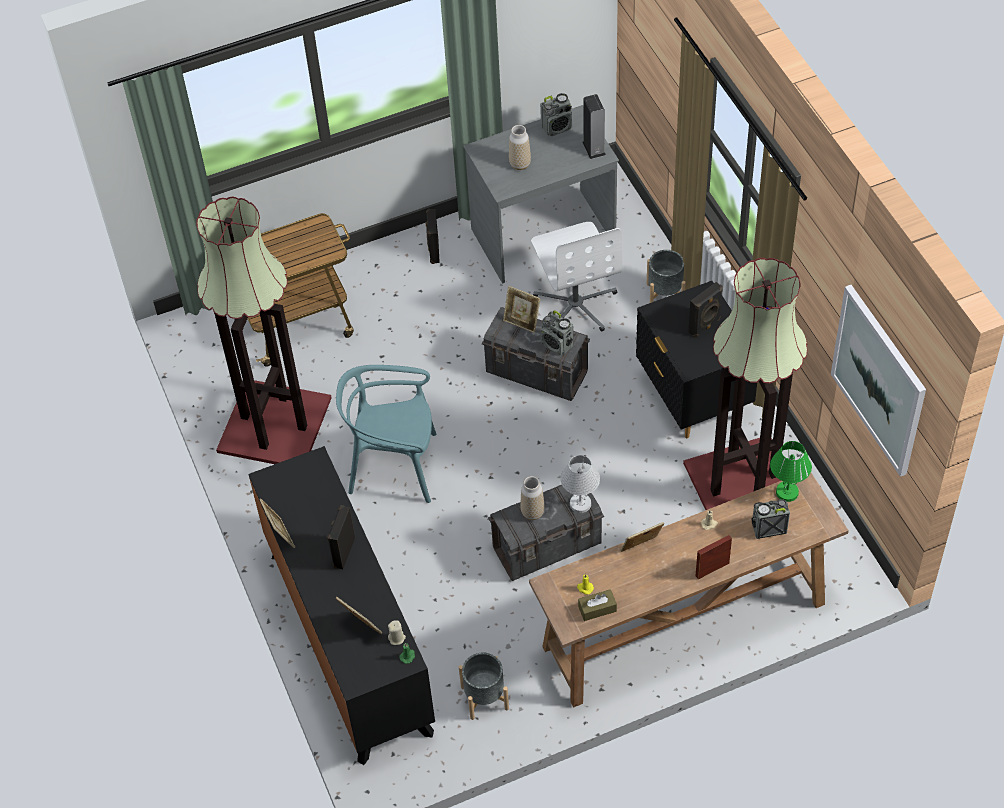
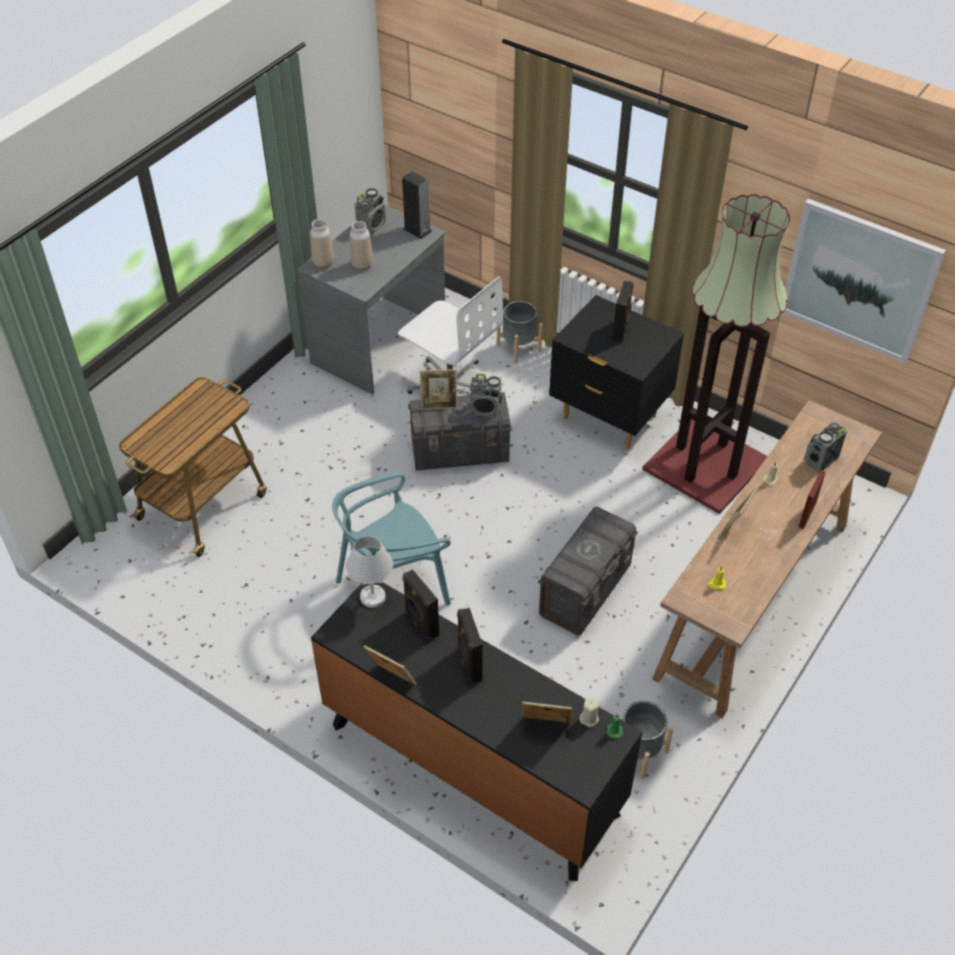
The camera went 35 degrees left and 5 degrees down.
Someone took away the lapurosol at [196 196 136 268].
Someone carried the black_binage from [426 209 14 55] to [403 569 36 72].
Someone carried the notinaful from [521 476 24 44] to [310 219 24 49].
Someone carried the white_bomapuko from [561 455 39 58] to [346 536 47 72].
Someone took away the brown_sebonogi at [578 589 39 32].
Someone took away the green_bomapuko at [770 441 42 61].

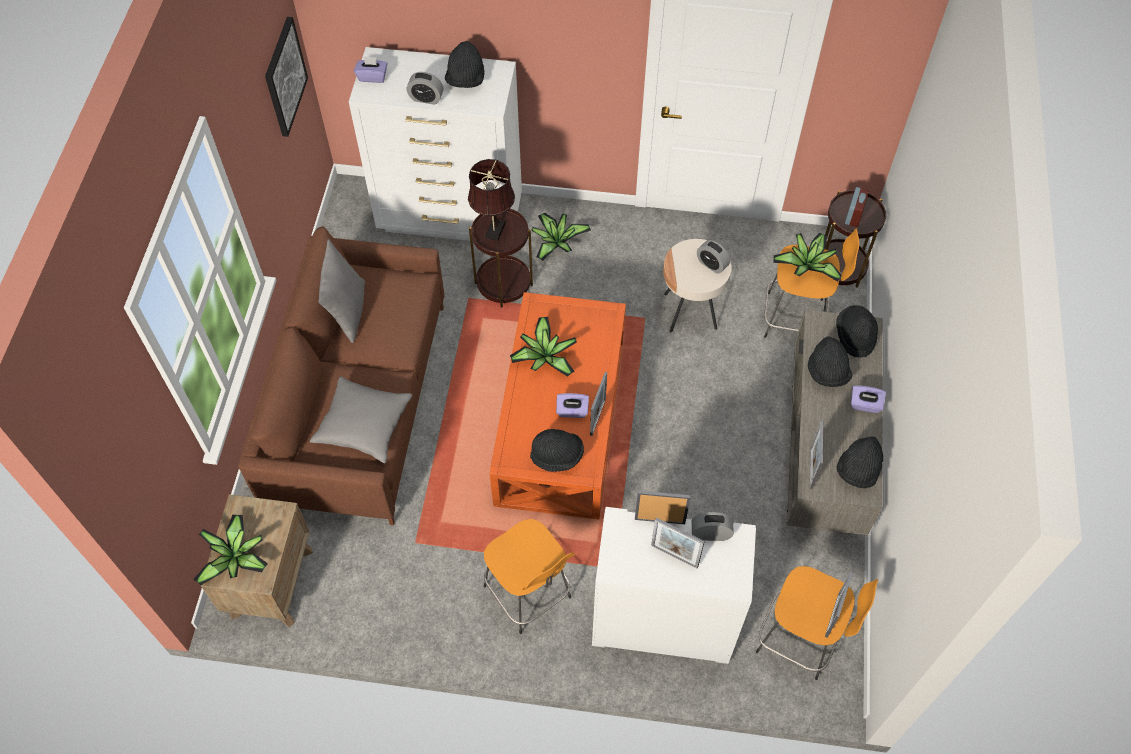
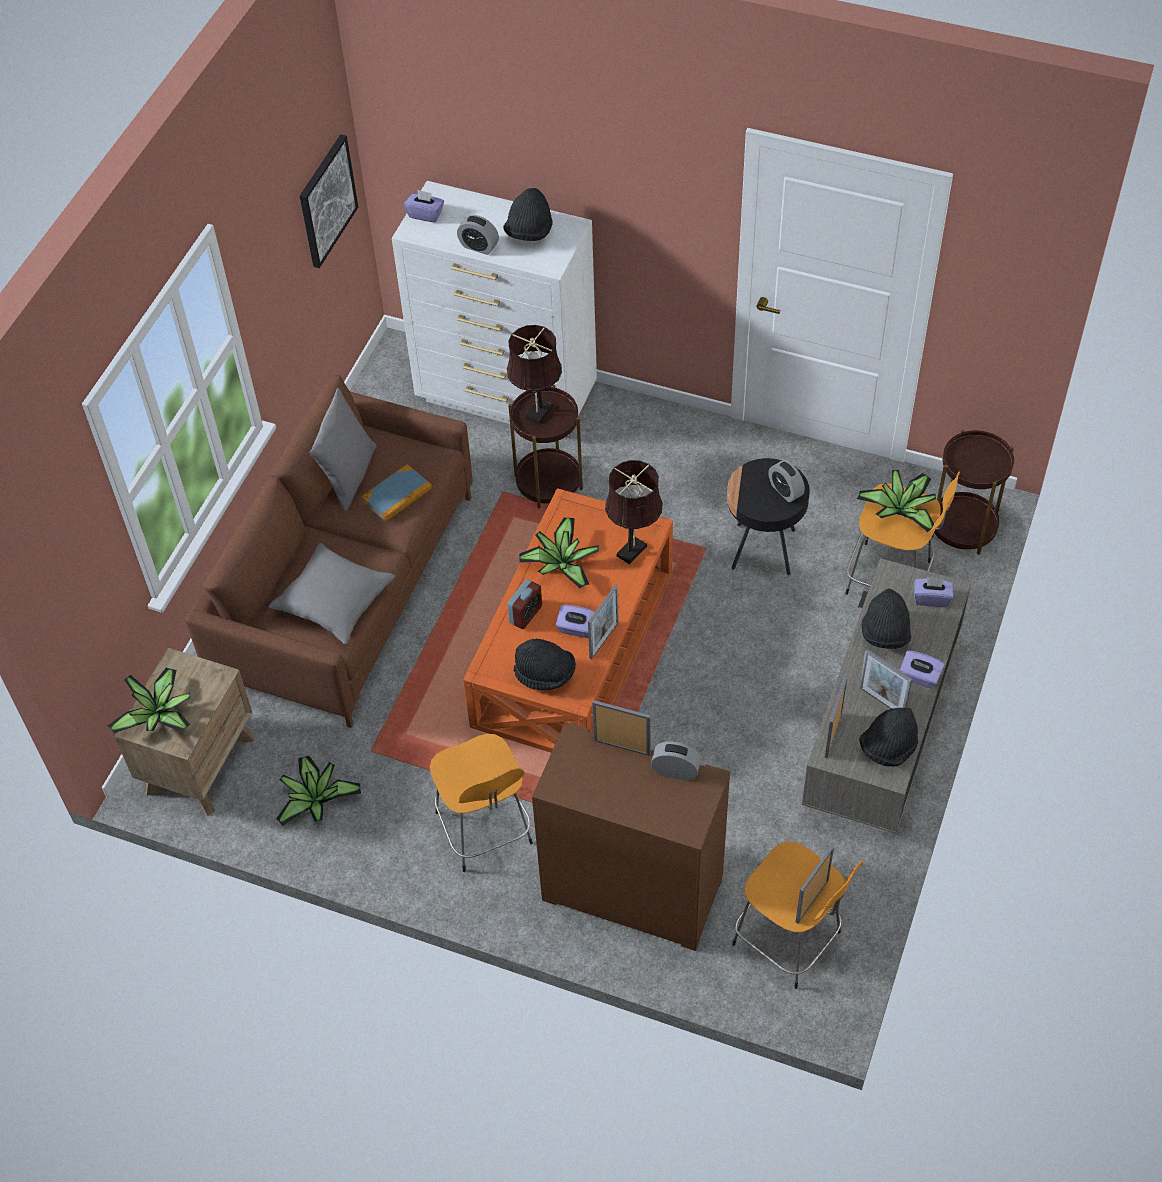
The camera went 15 degrees right and 5 degrees down.
Someone carried the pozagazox from [531 213 60 48] to [276 756 85 70].
Someone repainted the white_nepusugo at [592 507 164 157], which became the brown_nepusugo at [532 722 198 229].
Someone carried the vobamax from [651 518 54 50] to [859 649 53 60].
Someone repainted the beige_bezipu at [663 239 69 93], which became the black_bezipu at [727 458 83 117].
Someone swapped the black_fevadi at [836 305 42 53] for the purple_sebonogi at [914 577 39 30].
Someone carried the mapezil from [845 187 24 40] to [508 579 34 50].
Someone put down the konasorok at [361 464 71 58].
Someone put down the brown_bomapuko at [605 460 58 104].

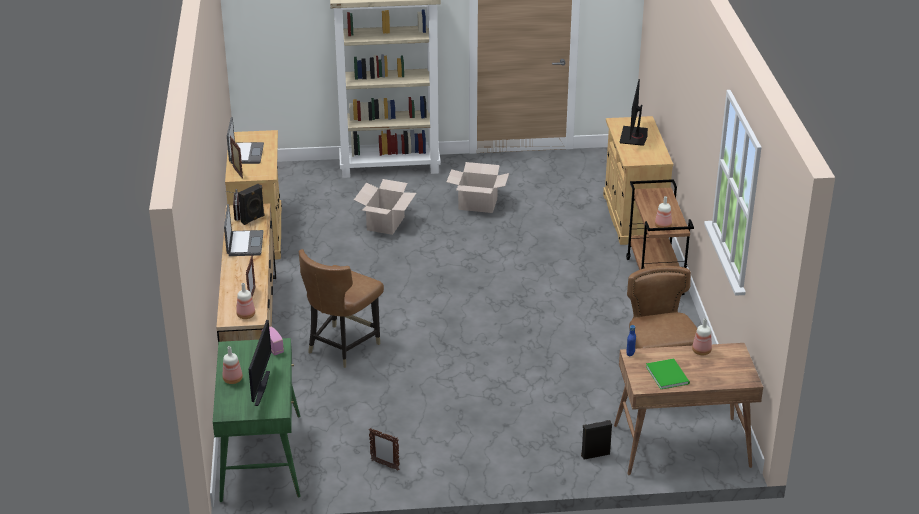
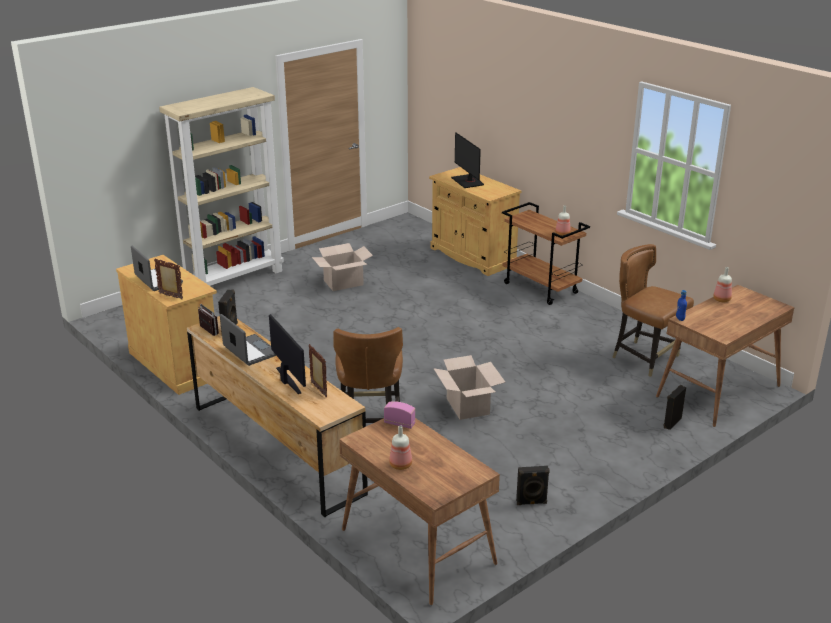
The camera went 35 degrees left and 5 degrees down.
Someone repainted the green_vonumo at [213 338 88 164], which became the brown_vonumo at [339 418 161 187].
Someone took away the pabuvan at [236 283 19 36].
Someone carried the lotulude from [249 320 22 86] to [269 314 37 80].
Someone carried the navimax from [354 179 62 56] to [433 355 72 65].
Someone swapped the vobamax at [369 428 31 43] for the black_binage at [516 466 34 39].
Someone took away the green_konasorok at [646 358 44 31].

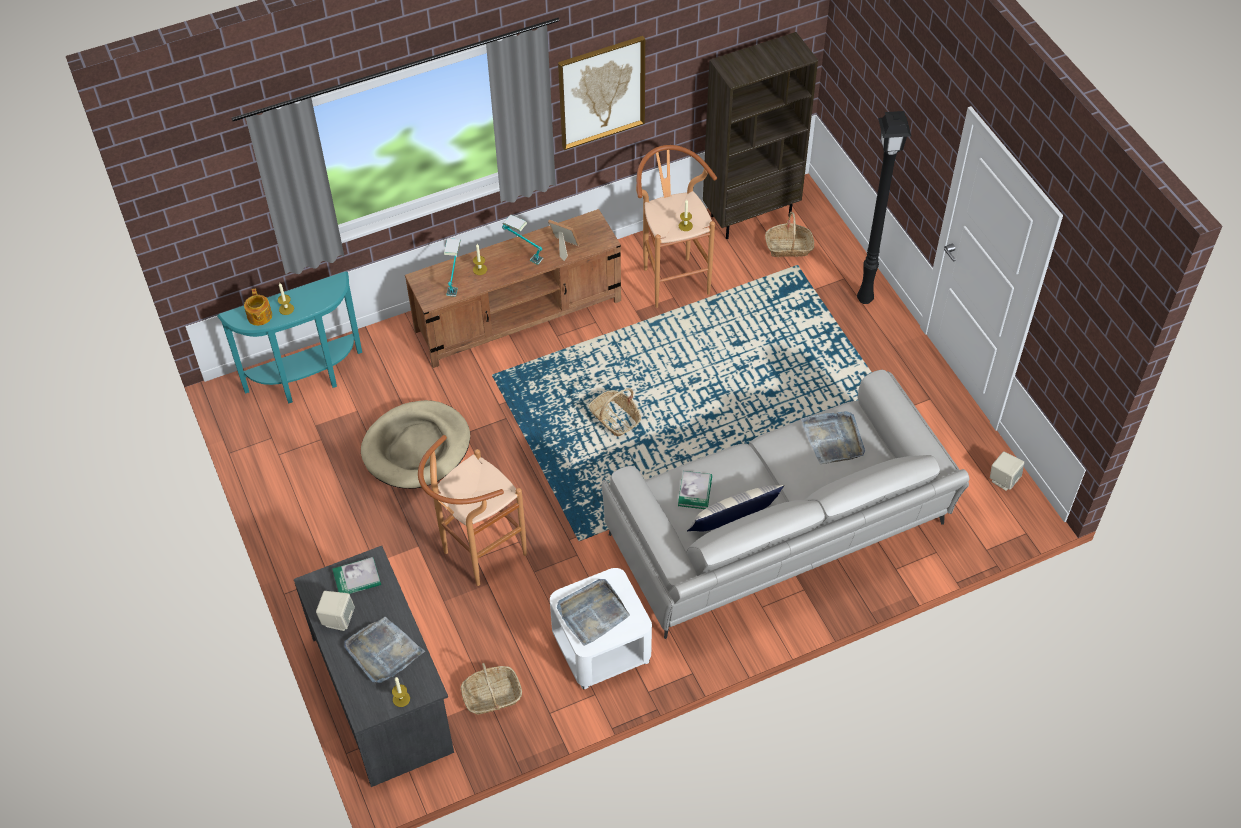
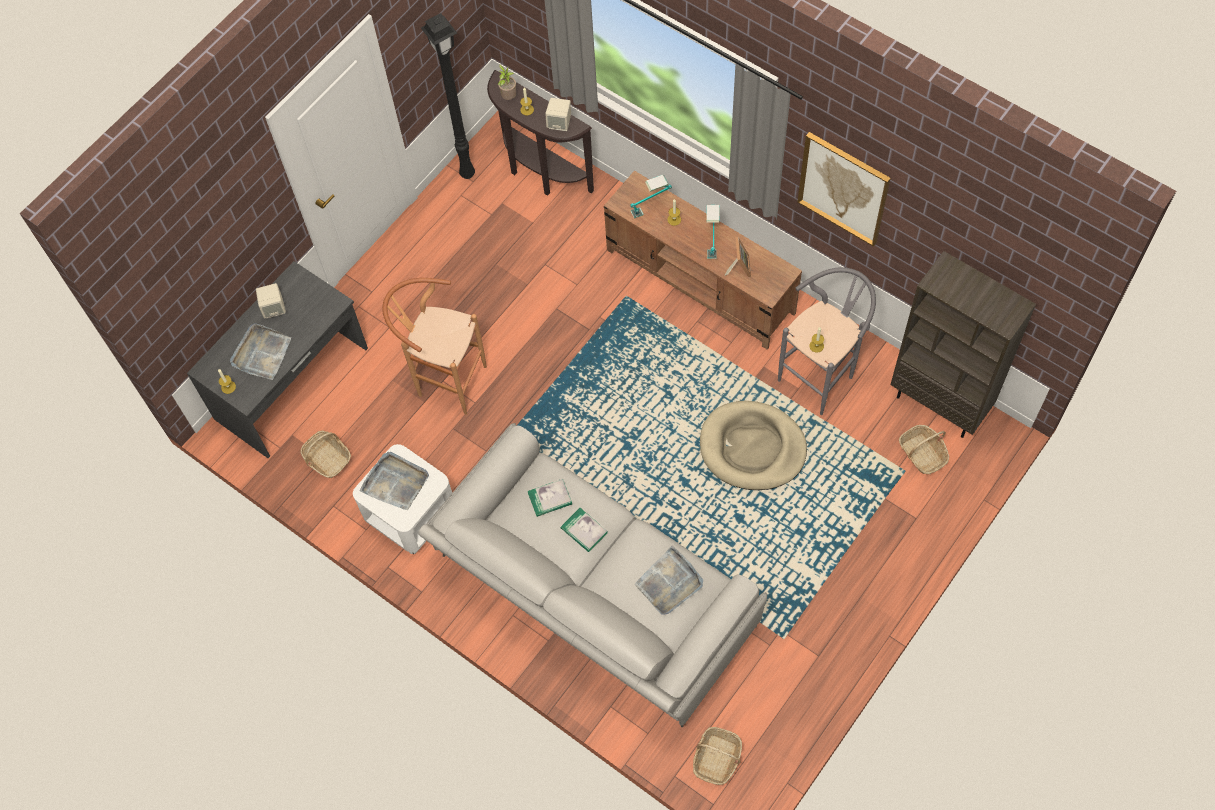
The camera went 65 degrees right and 10 degrees up.
Someone repainted the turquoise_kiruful at [217 271 145 133], which became the brown_kiruful at [487 70 107 126].
Someone swapped the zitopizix at [244 289 28 37] for the pozagazox at [498 64 18 36].
Someone carried the konasorok from [332 557 49 37] to [561 508 47 44].
Someone carried the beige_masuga from [361 400 109 89] to [700 401 107 89].
Someone carried the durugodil from [589 388 52 48] to [693 727 49 58].
Someone repainted the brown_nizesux at [636 145 81 163], which became the grey_nizesux at [778 267 98 148].
Someone took away the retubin at [687 485 97 47].
Someone carried the black_lapurosol from [857 111 54 193] to [421 13 54 166].
Someone carried the beige_binage from [990 451 34 40] to [545 98 26 33].

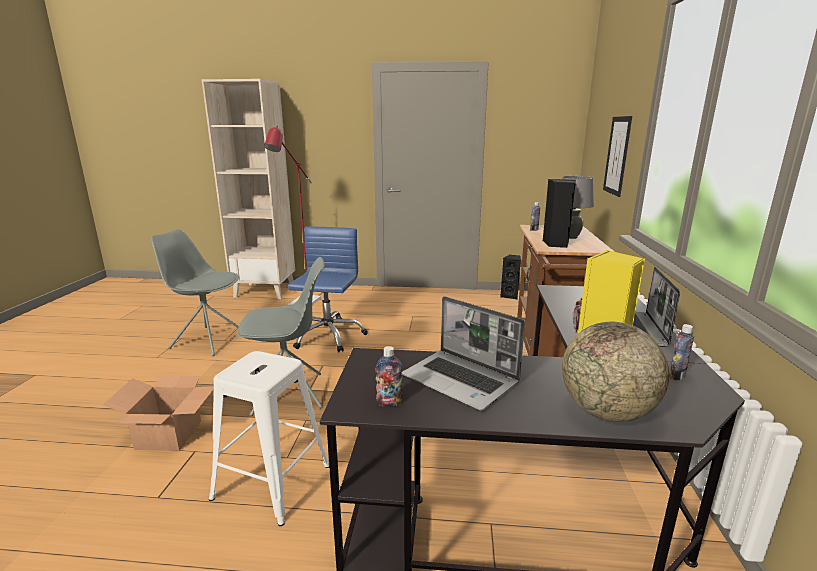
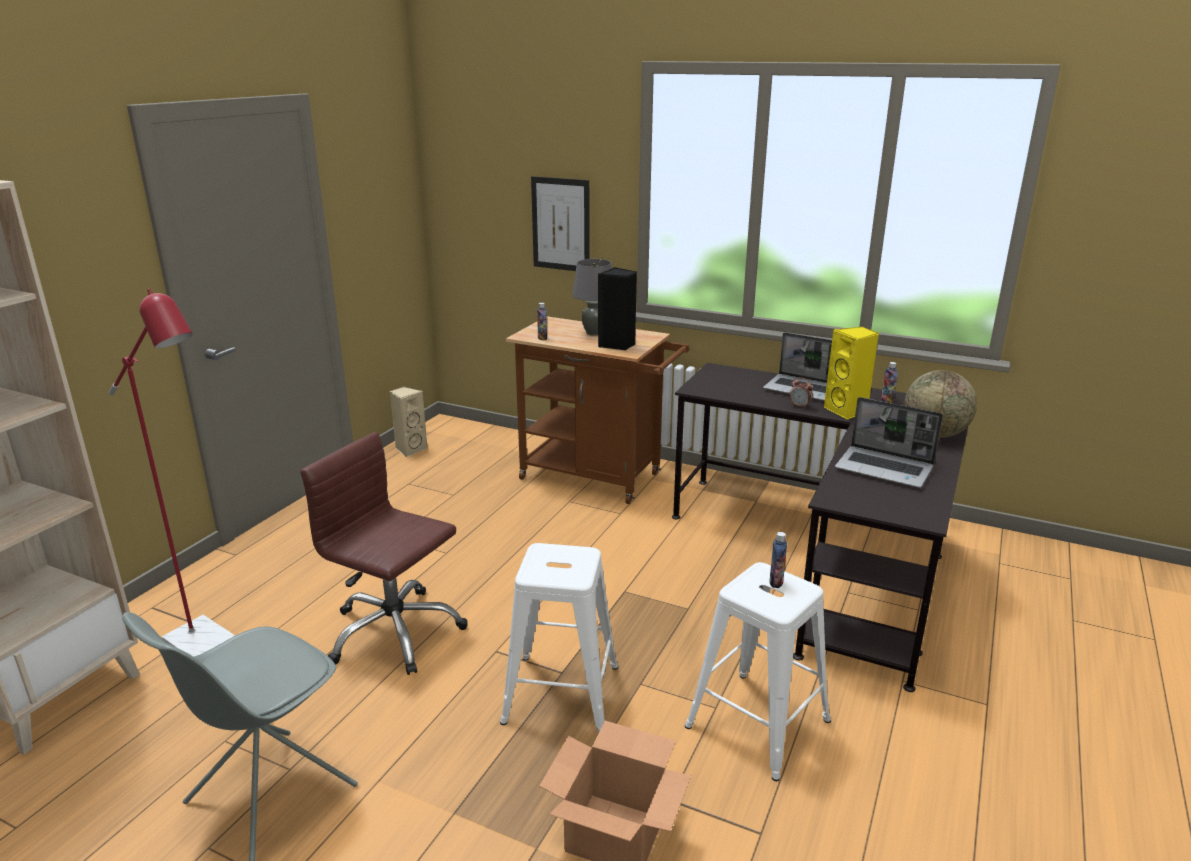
The camera went 70 degrees left and 5 degrees up.
Someone swapped the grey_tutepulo at [237 257 88 159] for the white_nizesux at [500 543 118 191].
Someone repainted the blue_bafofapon at [288 227 80 125], which became the brown_bafofapon at [301 432 167 243].
Someone carried the pabuvan from [376 346 27 61] to [769 532 18 56].
Someone rotated the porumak at [402 296 123 115] by 60 degrees clockwise.
Someone repainted the black_binage at [500 255 21 44], which became the beige_binage at [390 386 38 71].

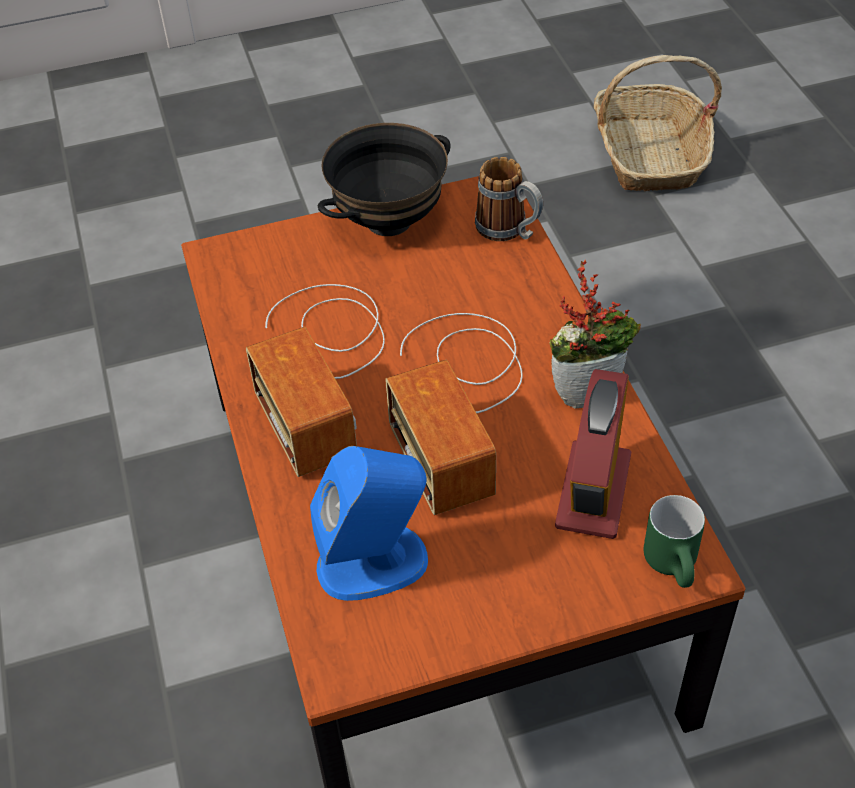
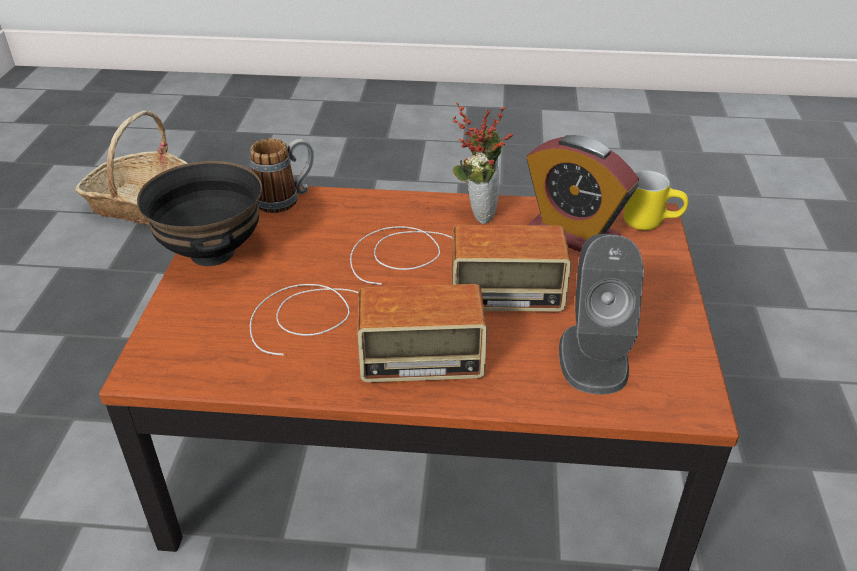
The camera went 70 degrees left and 10 degrees down.
Someone repainted the blue_binage at [310 446 118 155], which became the grey_binage at [559 234 85 160].
Someone repainted the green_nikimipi at [644 495 61 93], which became the yellow_nikimipi at [624 171 64 59].

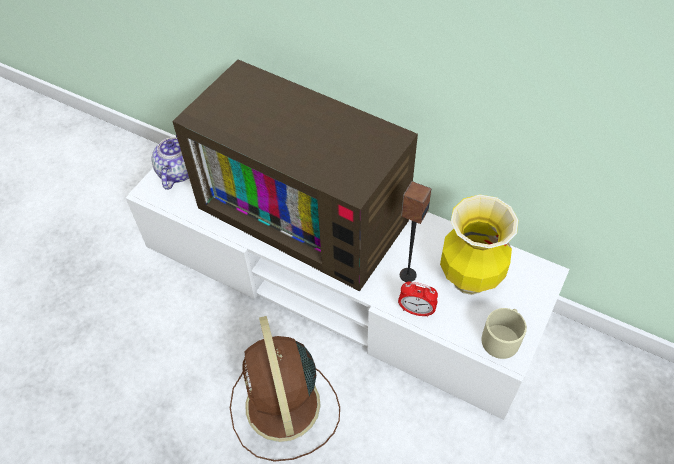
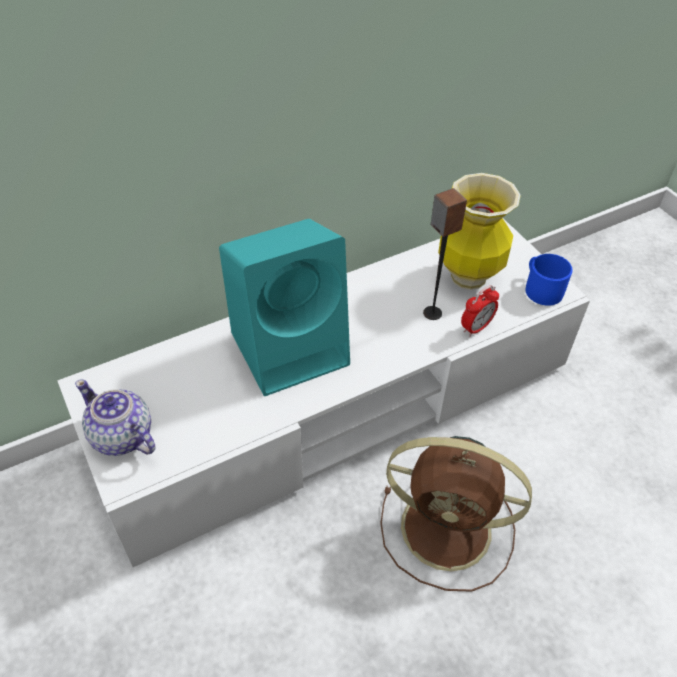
The camera went 60 degrees left and 5 degrees down.
Someone swapped the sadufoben at [172 59 246 232] for the turquoise_binage at [219 219 131 177].
Someone repainted the beige_nikimipi at [481 308 46 51], which became the blue_nikimipi at [525 254 48 52].

